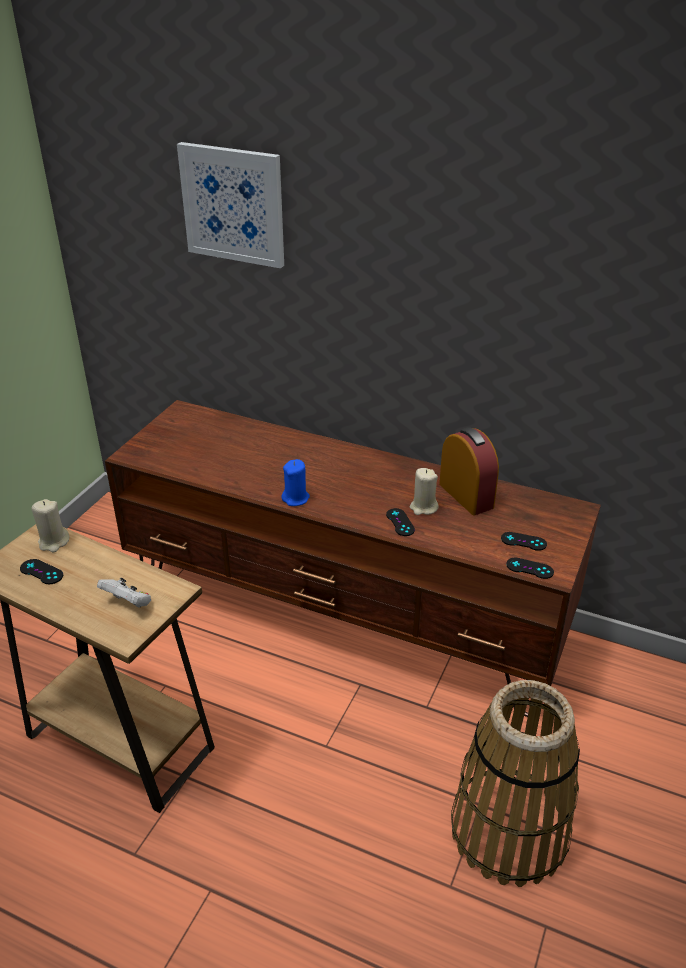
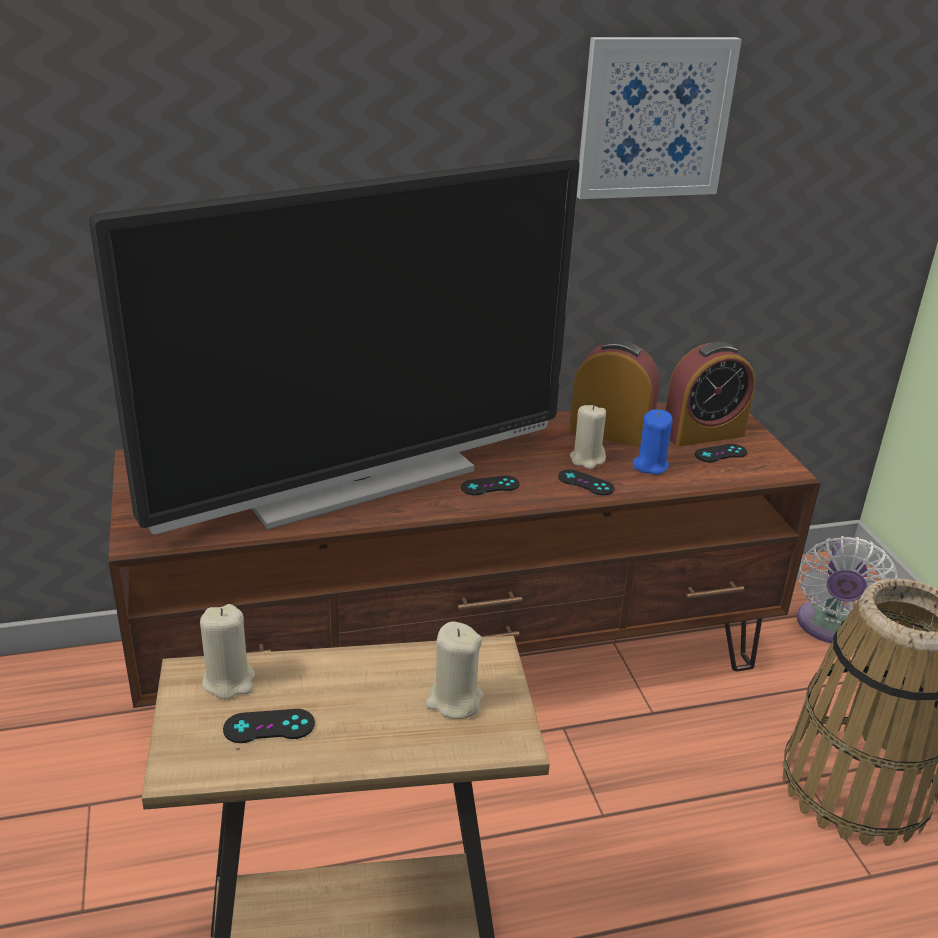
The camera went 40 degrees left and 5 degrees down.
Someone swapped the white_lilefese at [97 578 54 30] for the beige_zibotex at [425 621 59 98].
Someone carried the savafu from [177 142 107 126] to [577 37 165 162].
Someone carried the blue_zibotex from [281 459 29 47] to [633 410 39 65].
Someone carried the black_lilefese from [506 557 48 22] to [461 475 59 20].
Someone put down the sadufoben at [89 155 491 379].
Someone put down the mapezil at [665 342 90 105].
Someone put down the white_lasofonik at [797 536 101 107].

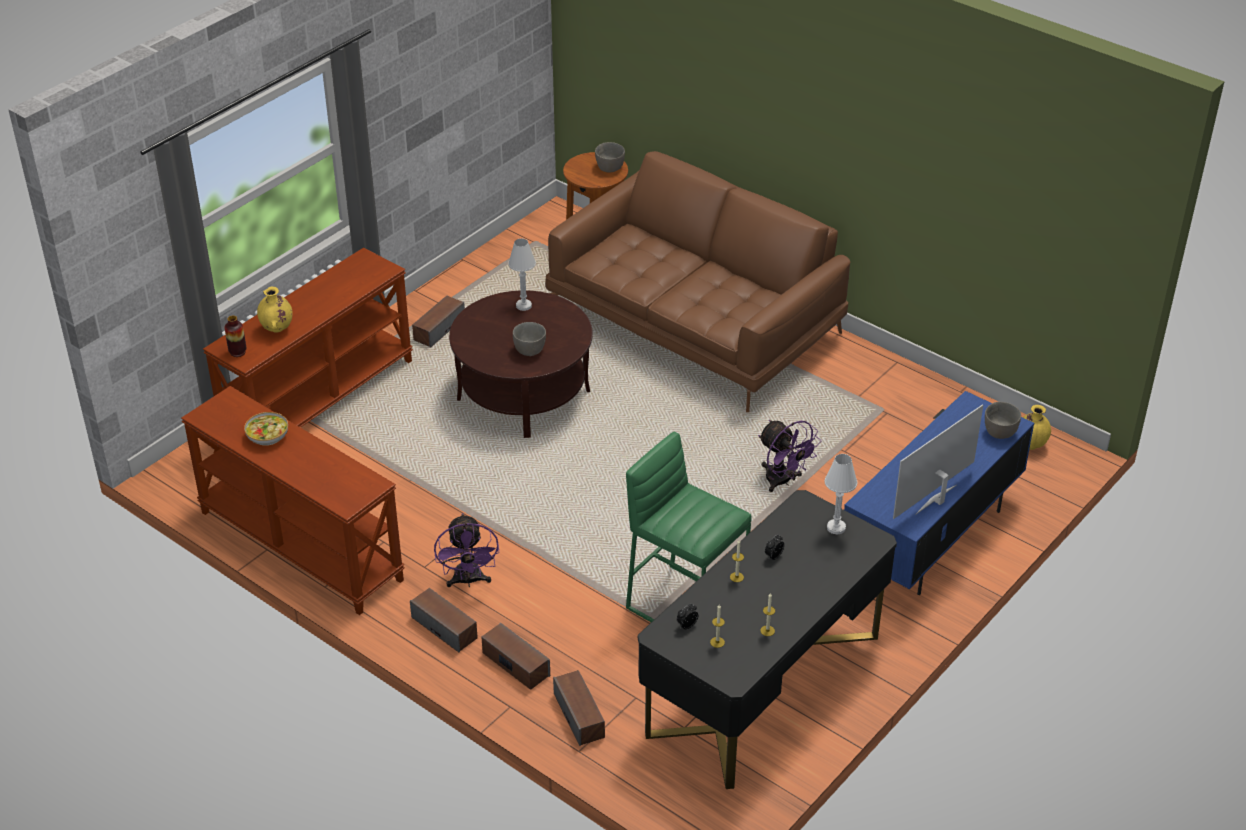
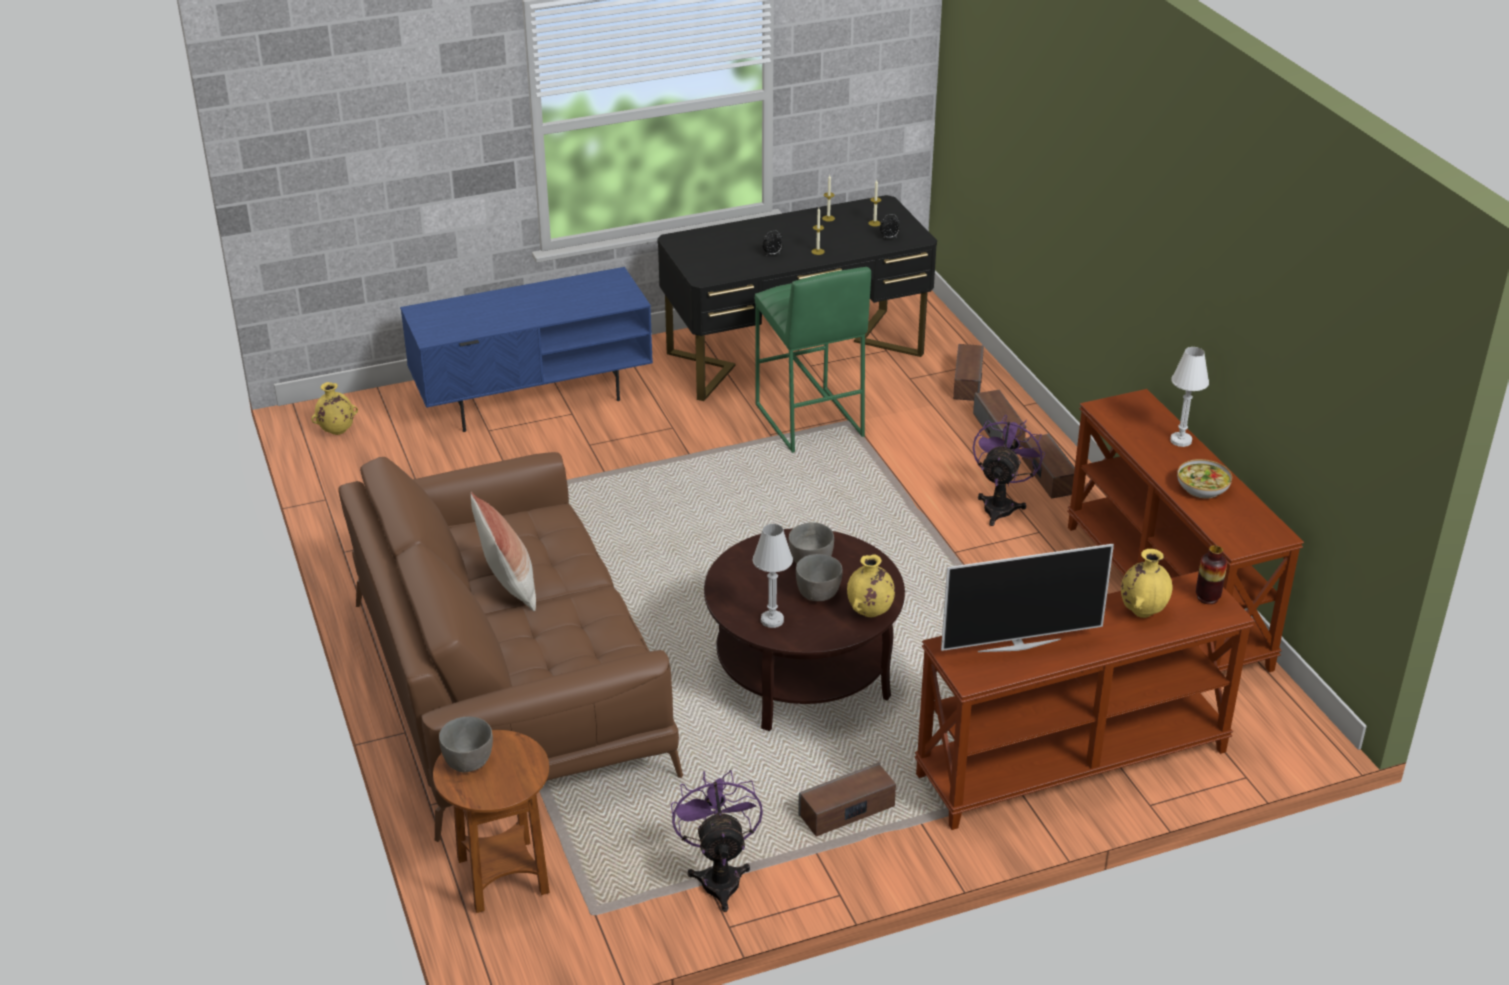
The camera went 150 degrees left and 5 degrees down.
Someone carried the purple_lasofonik from [758 420 63 72] to [671 770 92 142].
Someone carried the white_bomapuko from [824 454 33 81] to [1170 347 39 100].
Someone carried the sadufoben from [893 404 90 115] to [941 544 173 108].
Someone carried the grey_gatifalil from [985 402 36 37] to [796 554 46 47].
Someone put down the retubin at [471 492 65 119].
Someone put down the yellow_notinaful at [847 554 48 63].

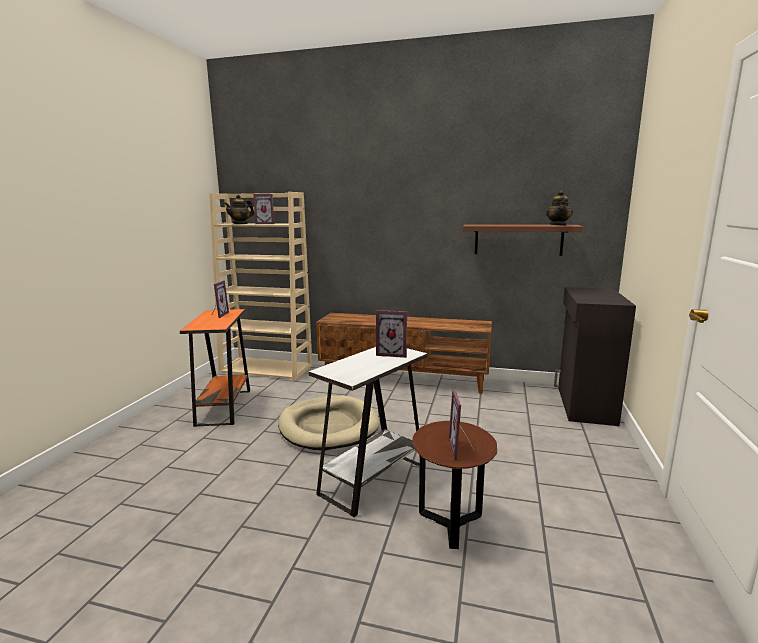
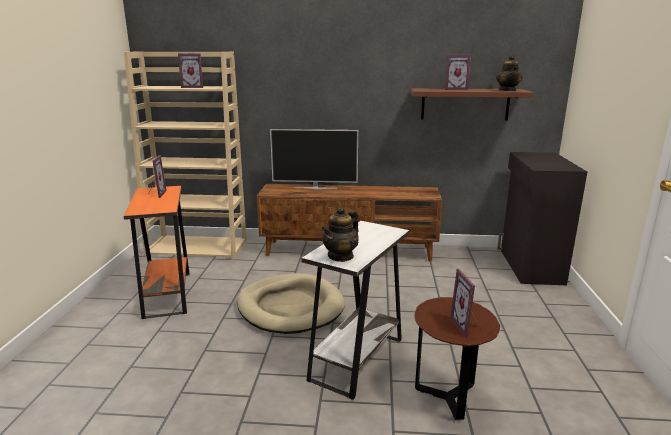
The camera went 10 degrees left and 5 degrees up.
Someone carried the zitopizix from [224 194 31 30] to [321 206 38 56].
Someone carried the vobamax from [376 310 31 48] to [445 55 26 35].
Someone put down the sadufoben at [270 129 88 60].

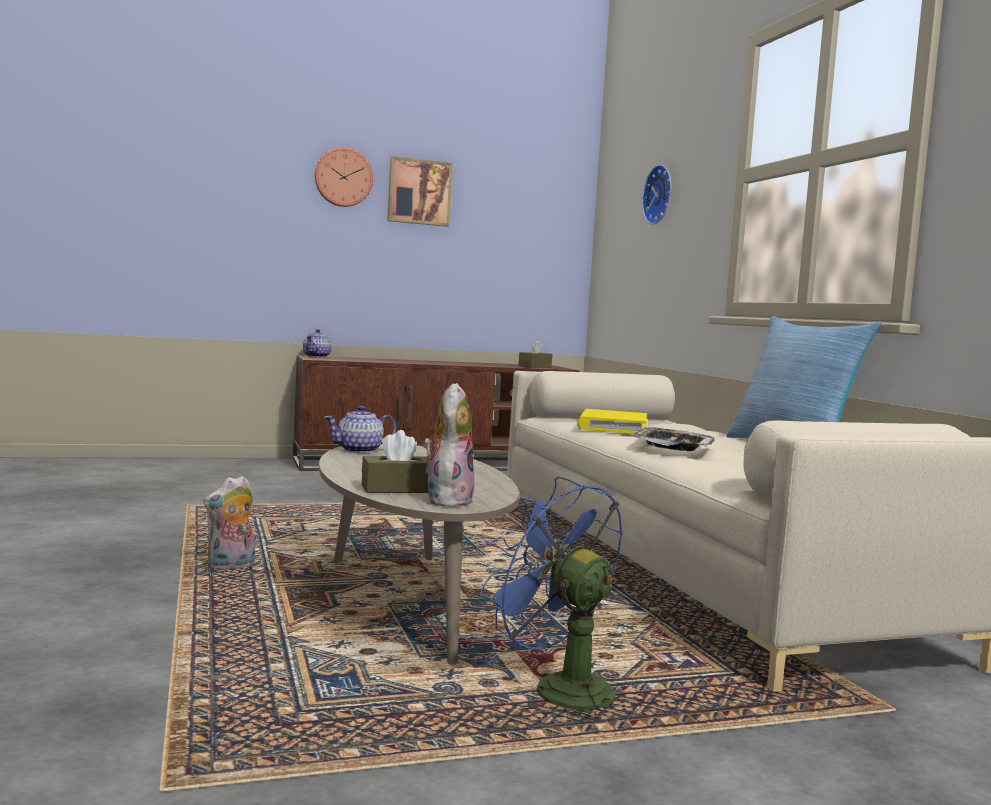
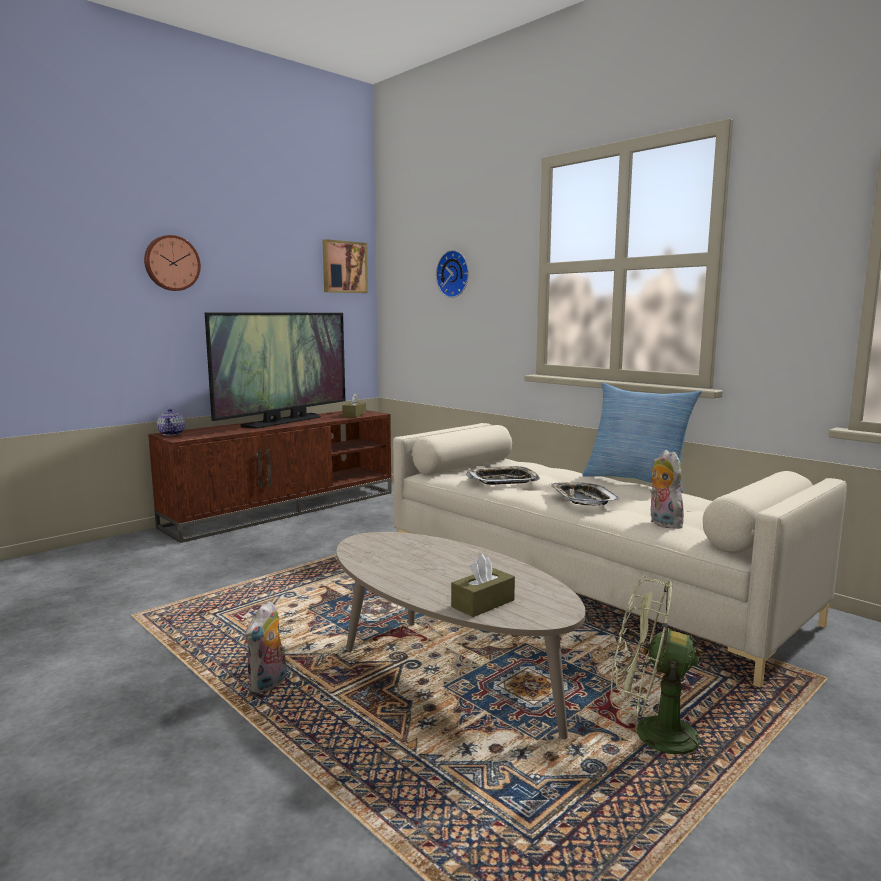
The camera went 25 degrees left and 5 degrees up.
Someone took away the zitopizix at [324 406 72 47].
Someone carried the savafu from [387 156 66 71] to [322 239 46 54].
Someone carried the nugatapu from [423 383 52 124] to [650 450 34 79].
Someone repainted the blue_lasofonik at [480 477 143 245], which became the green_lasofonik at [610 576 110 193].
Someone swapped the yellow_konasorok at [577 409 70 25] for the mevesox at [466 466 74 19].
Someone put down the sadufoben at [205 312 140 116].

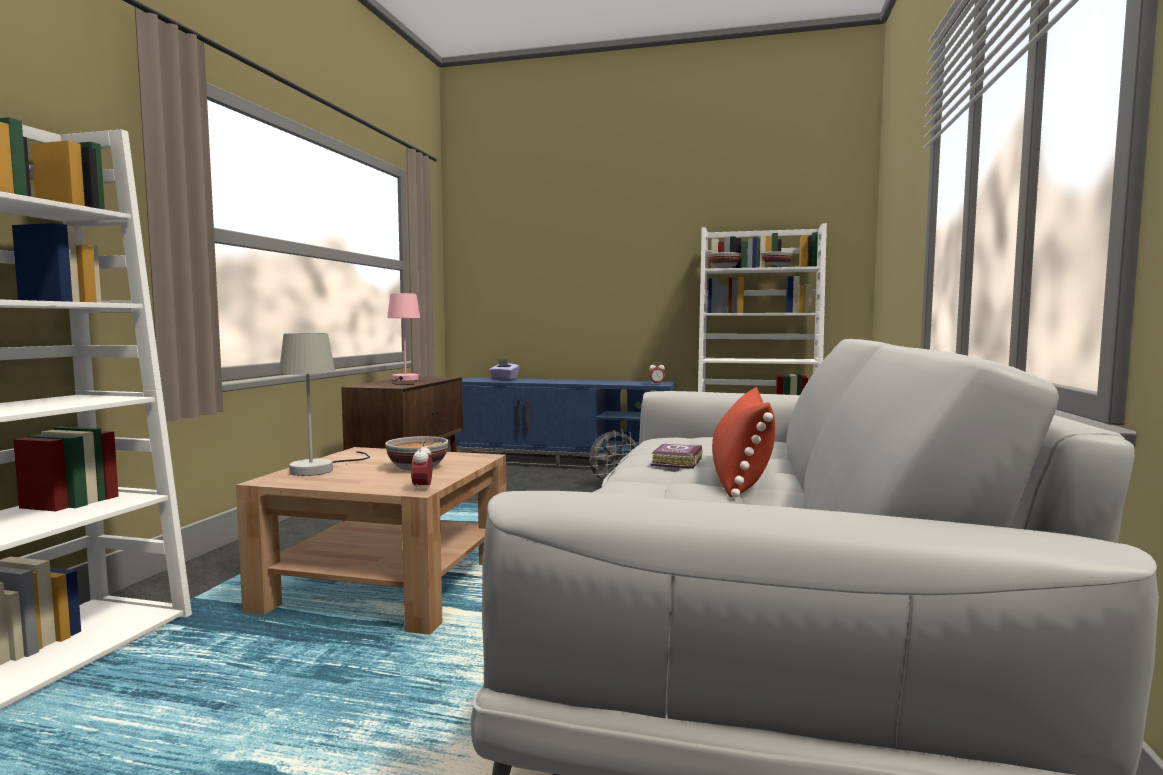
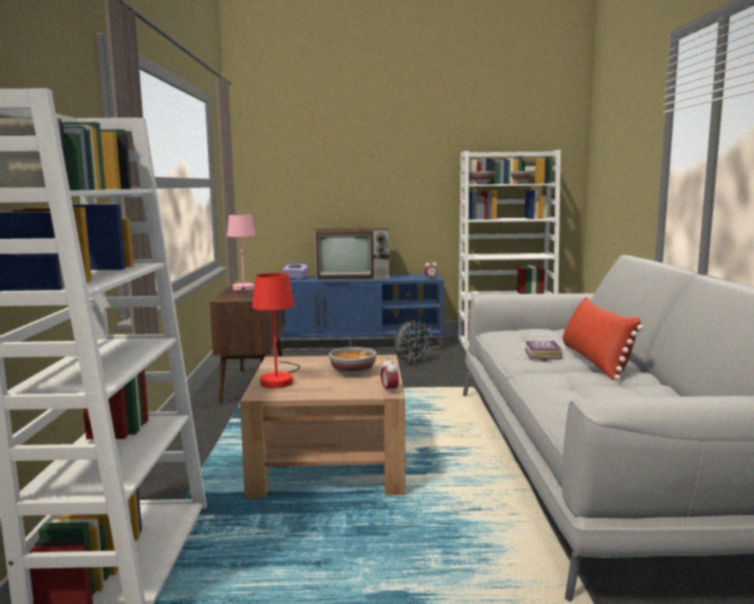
The camera went 15 degrees left and 5 degrees up.
Someone repainted the grey_bomapuko at [279 333 91 143], which became the red_bomapuko at [252 273 48 115].
Someone put down the sadufoben at [314 228 75 52].

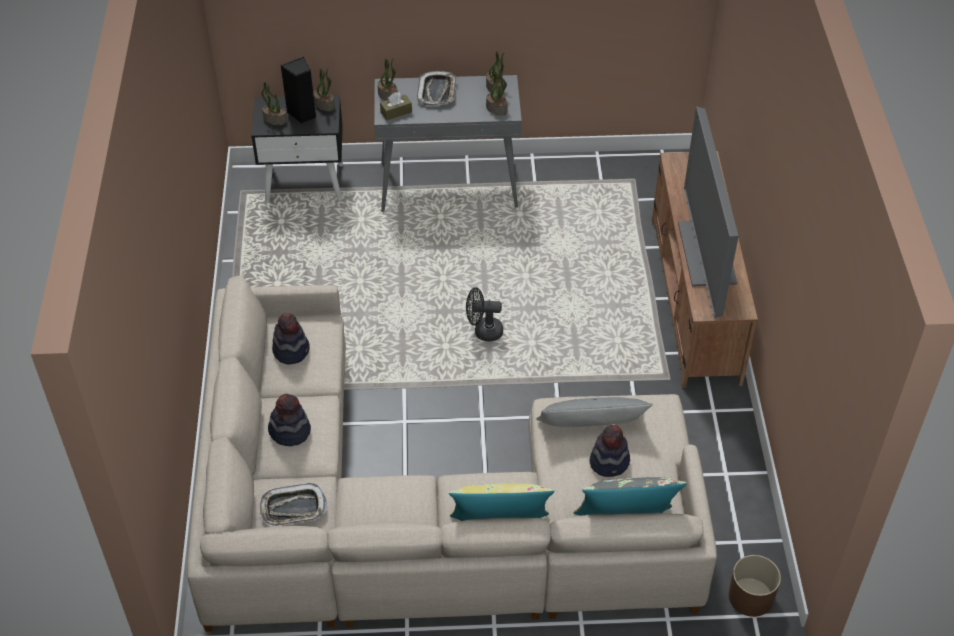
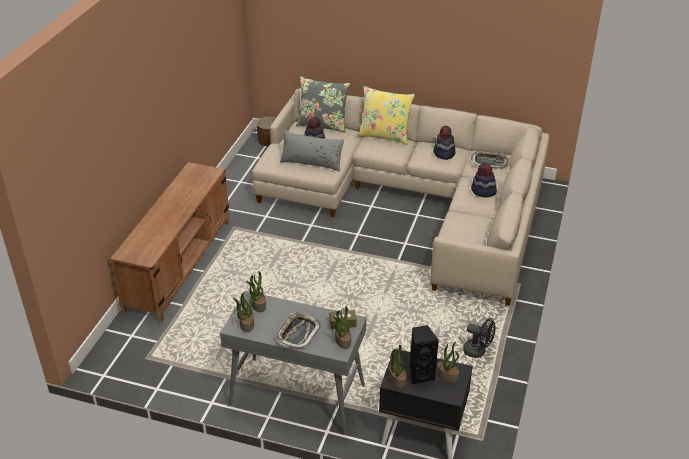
The camera went 160 degrees left and 10 degrees down.
Someone carried the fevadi from [272 313 38 51] to [433 126 23 34].
Someone carried the black_lasofonik from [466 287 37 54] to [463 318 33 40].
Someone took away the sadufoben at [678 106 61 212].

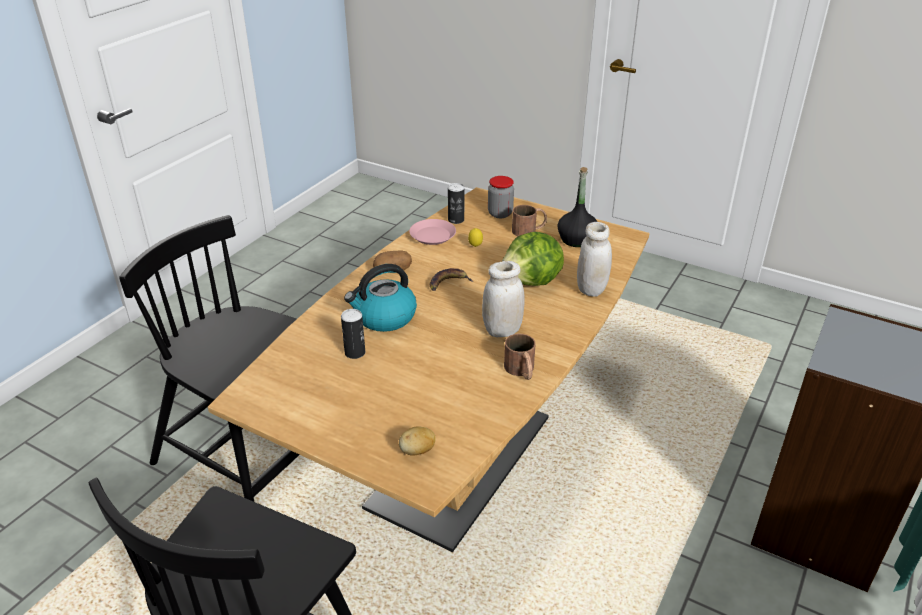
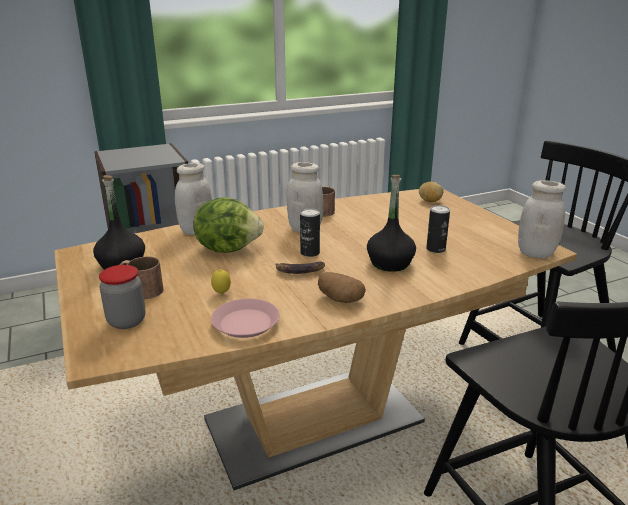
The camera went 145 degrees left and 10 degrees down.
Someone swapped the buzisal at [344 264 73 68] for the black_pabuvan at [367 175 49 97].
Someone carried the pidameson from [448 183 16 41] to [300 208 20 49].
Someone put down the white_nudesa at [518 180 48 78].

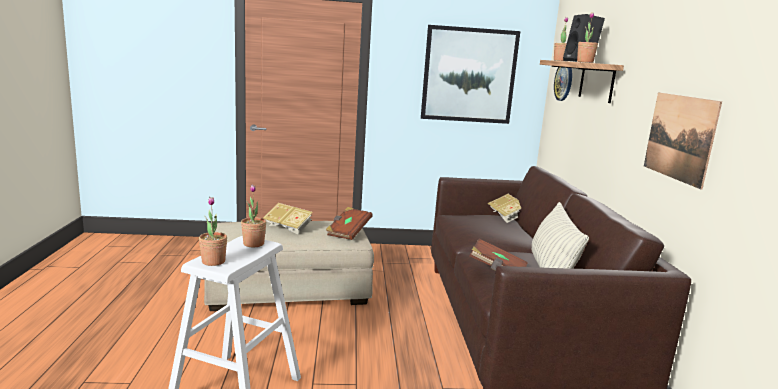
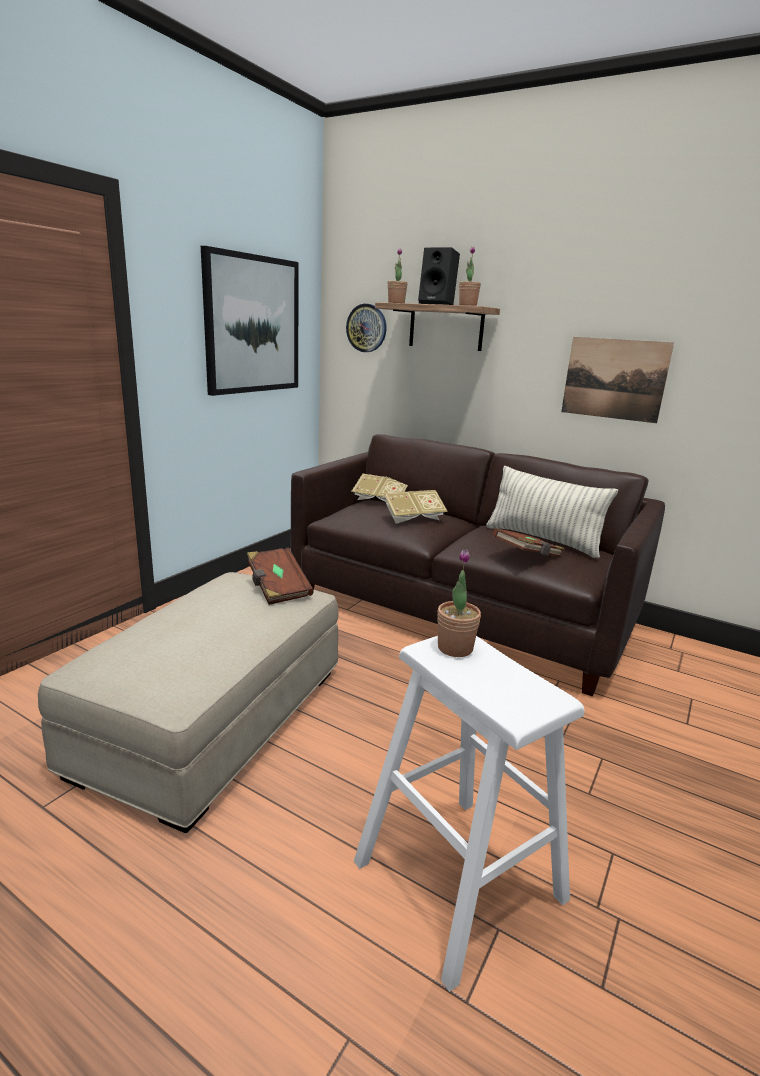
The camera went 55 degrees left and 5 degrees up.
Someone took away the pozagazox at [199 197 28 69].
Someone carried the konasorok from [263 203 50 32] to [384 490 64 34].

